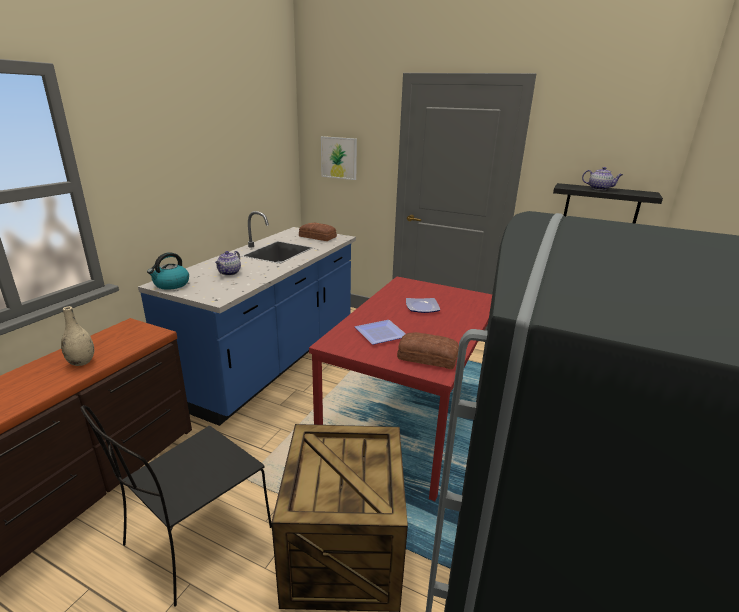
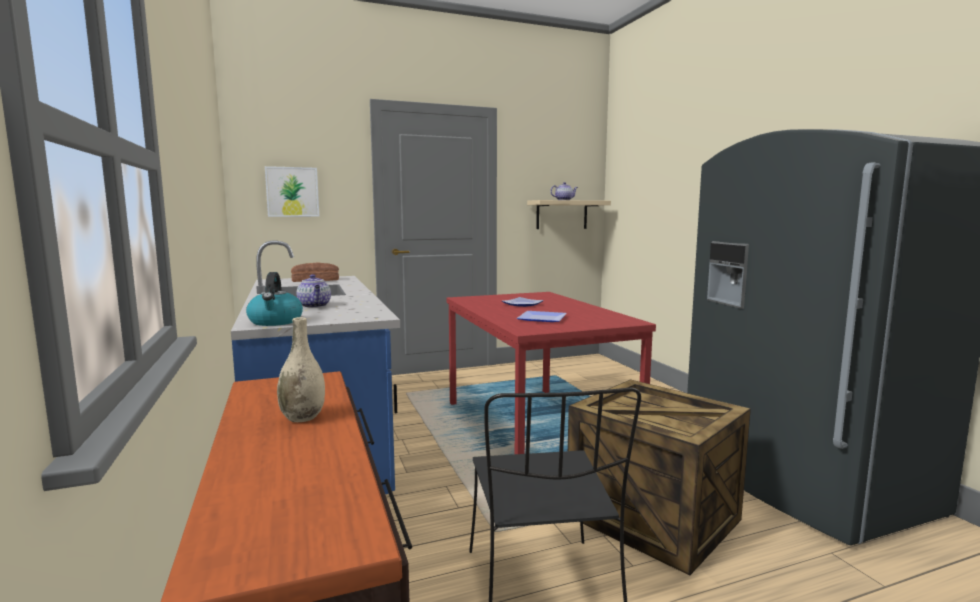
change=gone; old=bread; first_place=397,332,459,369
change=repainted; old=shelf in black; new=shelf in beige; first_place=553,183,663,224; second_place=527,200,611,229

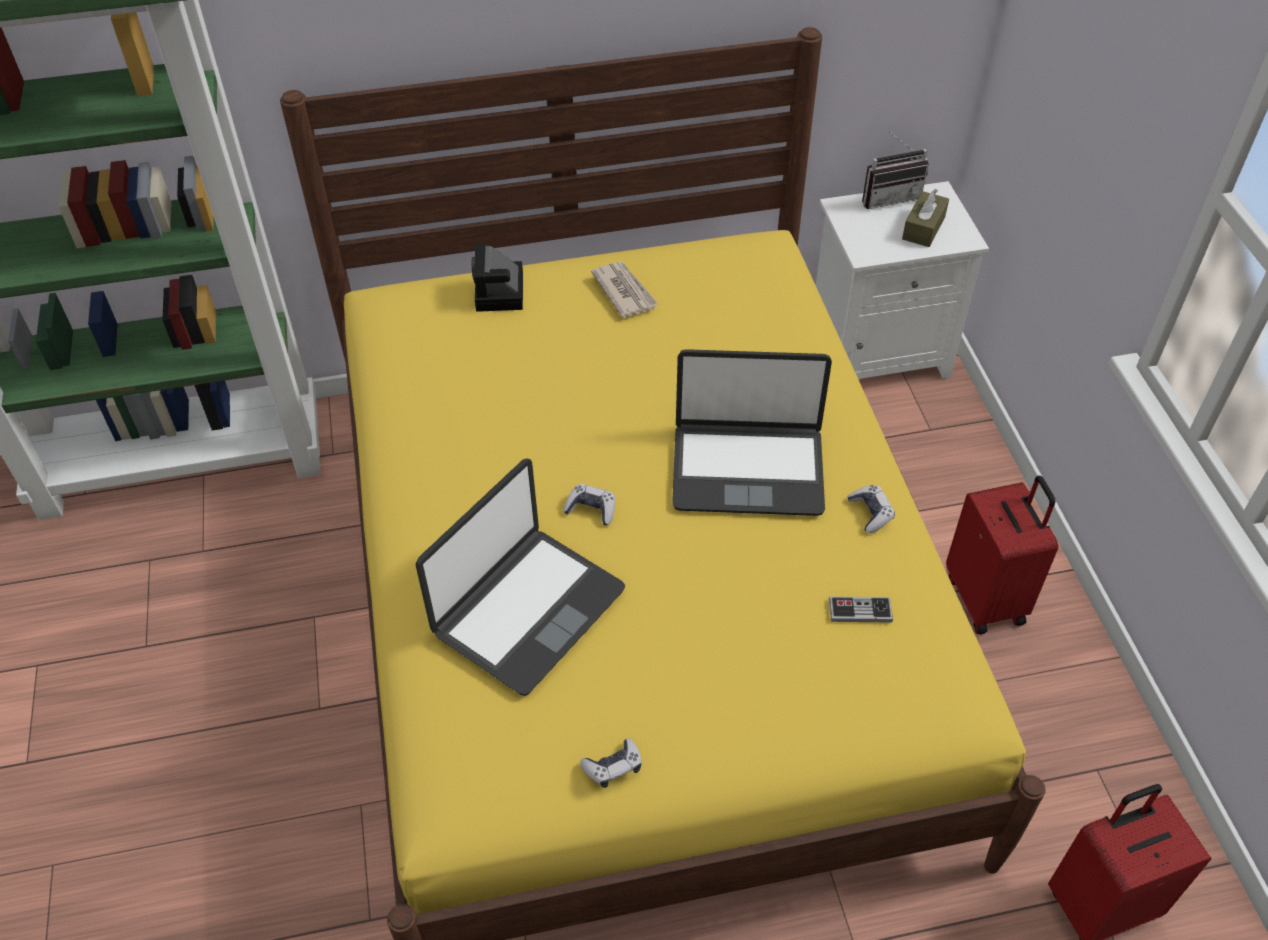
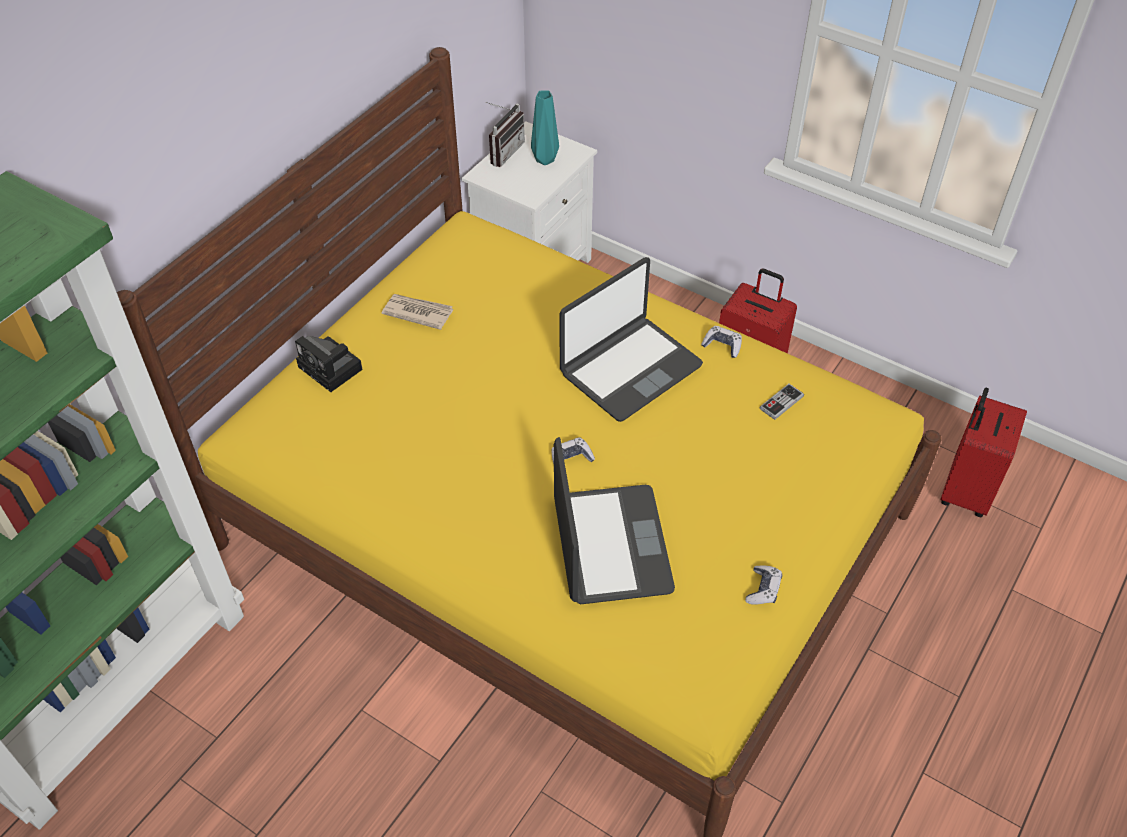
change=swapped; old=tissue box in brown; new=vase in turquoise; first_place=902,189,949,247; second_place=531,90,559,165

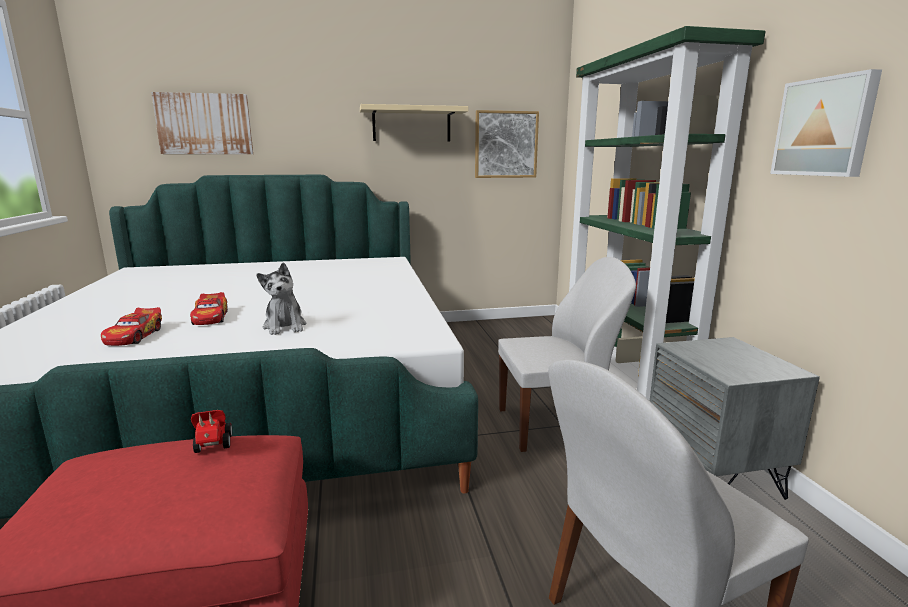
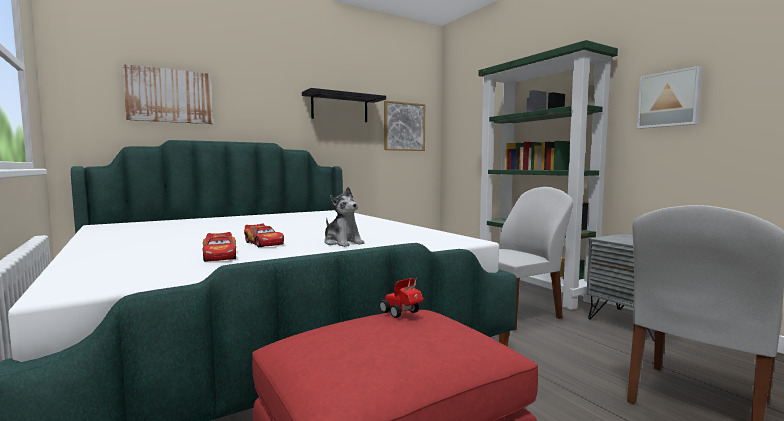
change=repainted; old=shelf in beige; new=shelf in black; first_place=360,104,468,142; second_place=302,88,386,122

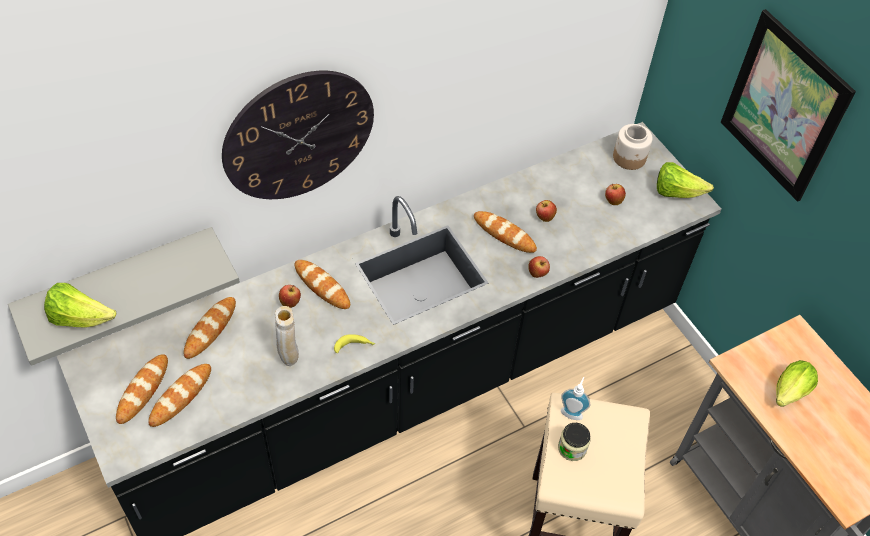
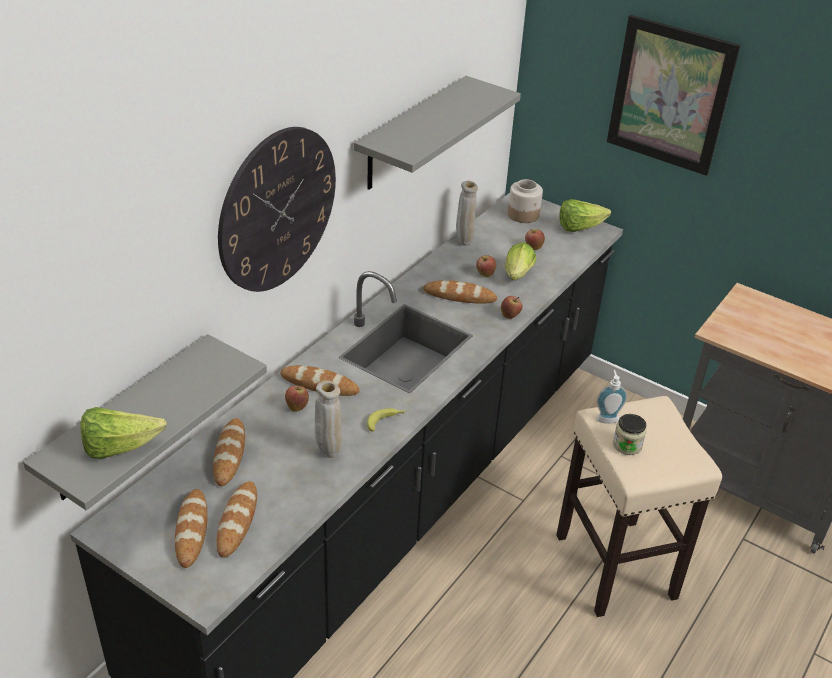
change=shifted; old=lettuce; first_place=776,360,818,407; second_place=505,242,536,280
change=new; new=shelf in grey; second_place=354,76,521,190
change=new; new=vase in beige; second_place=456,181,478,246

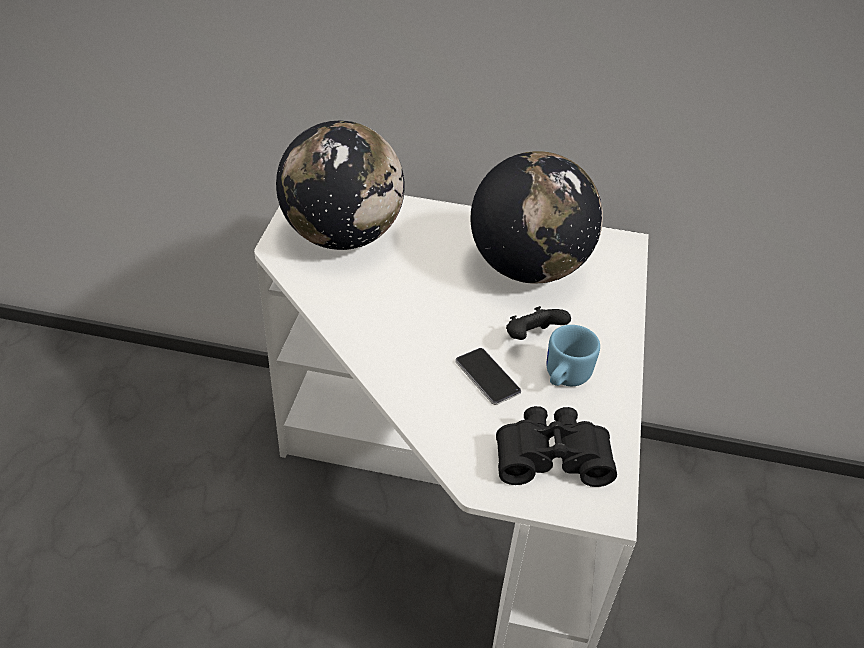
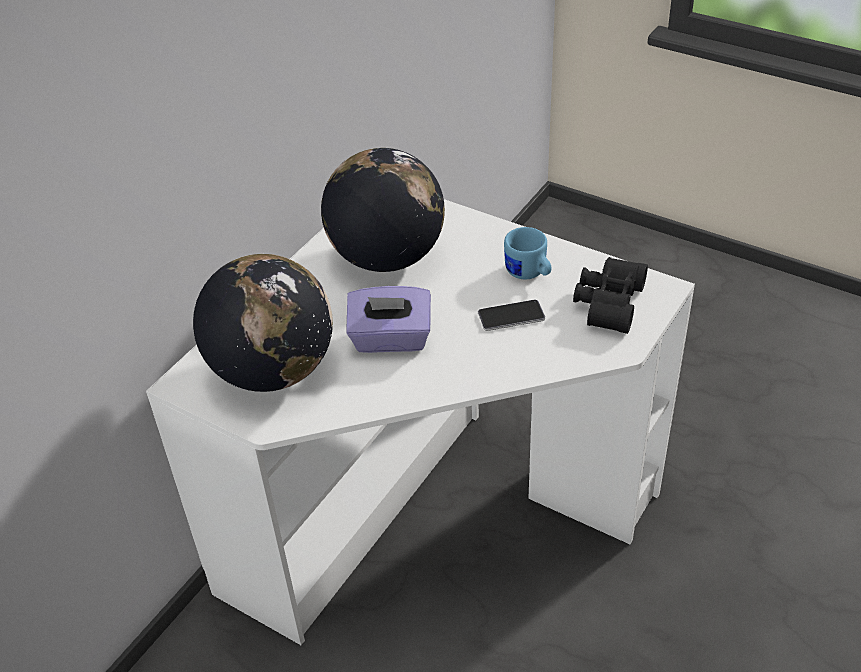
change=gone; old=game controller in black; first_place=506,306,571,340
change=new; new=tissue box in purple; second_place=346,286,431,353

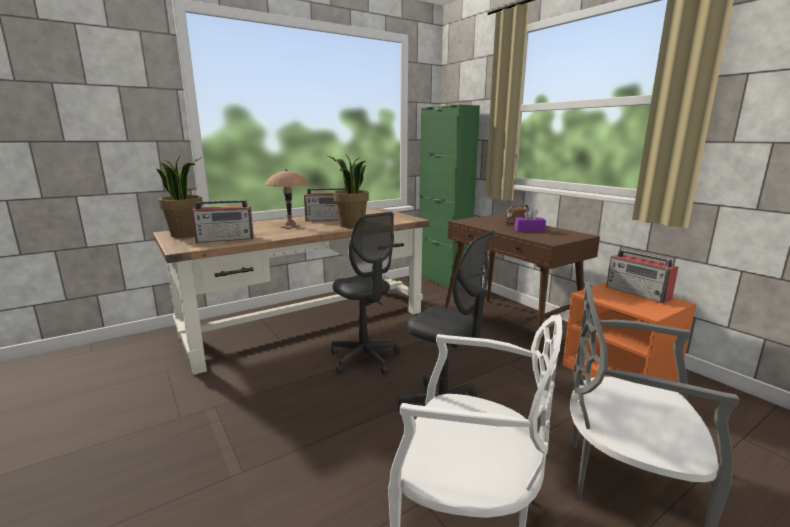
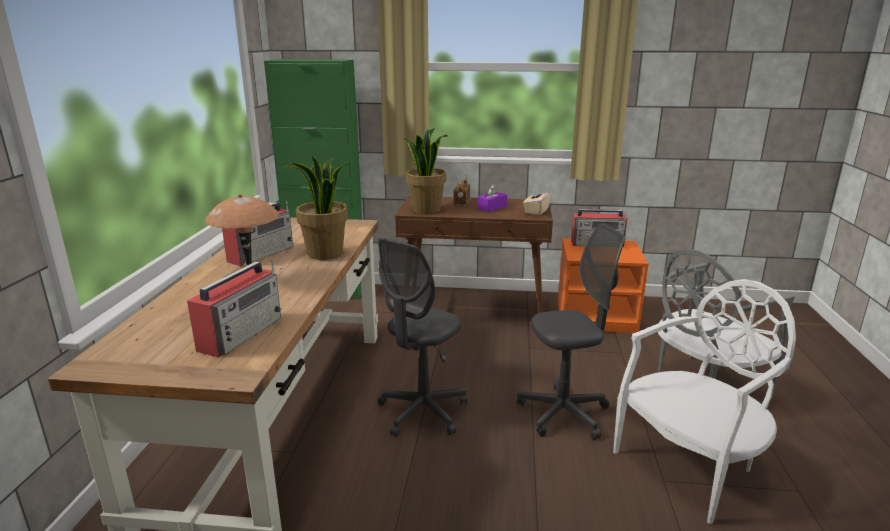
change=shifted; old=potted plant; first_place=156,156,203,238; second_place=402,128,448,214
change=rotated; old=office chair in grey; first_place=331,212,401,375; second_place=378,237,468,437; degrees=120
change=new; new=tissue box in beige; second_place=523,187,551,215

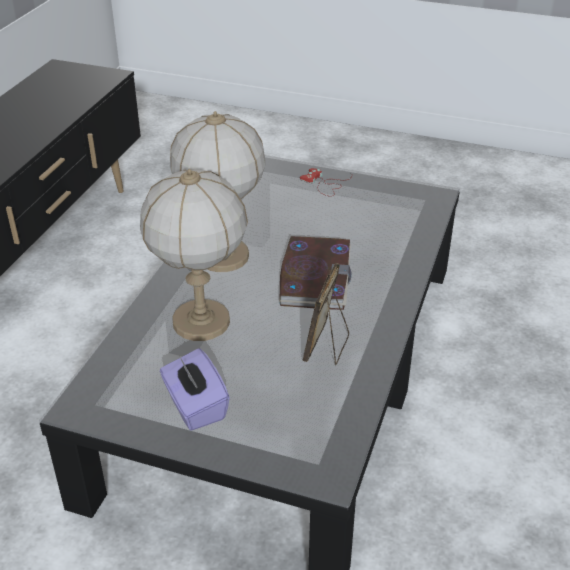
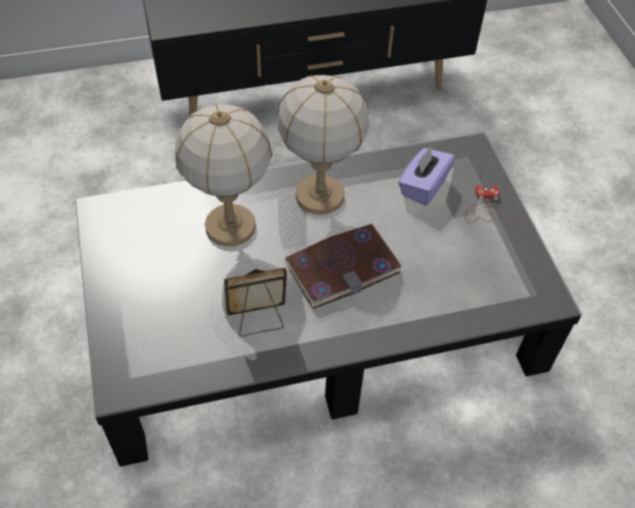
change=shifted; old=tissue box in purple; first_place=160,348,230,431; second_place=398,146,455,206

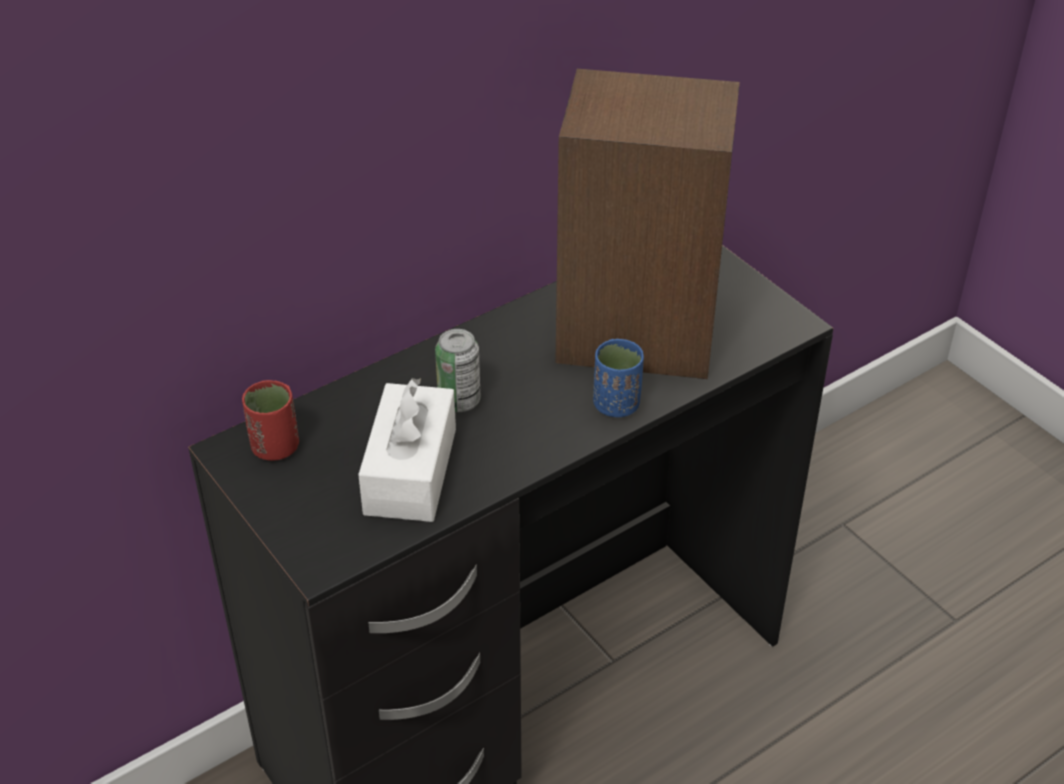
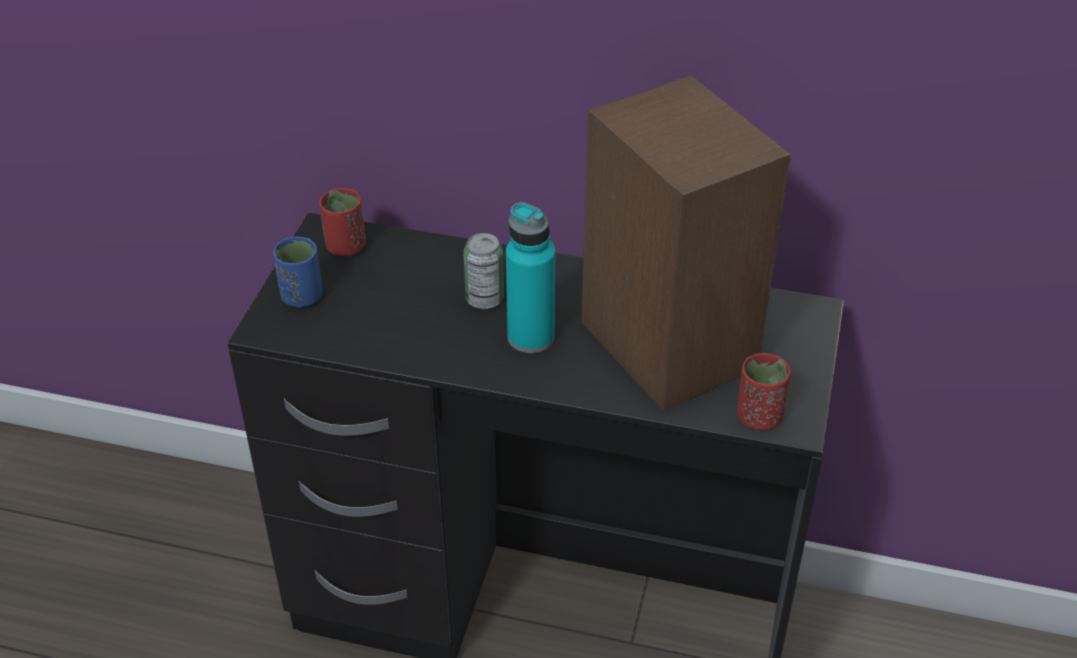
change=gone; old=tissue box in white; first_place=358,378,456,522
change=shifted; old=cup in blue; first_place=593,339,644,417; second_place=273,237,322,307
change=new; new=bottle in turquoise; second_place=506,202,555,353
change=new; new=cup in red; second_place=737,353,791,430

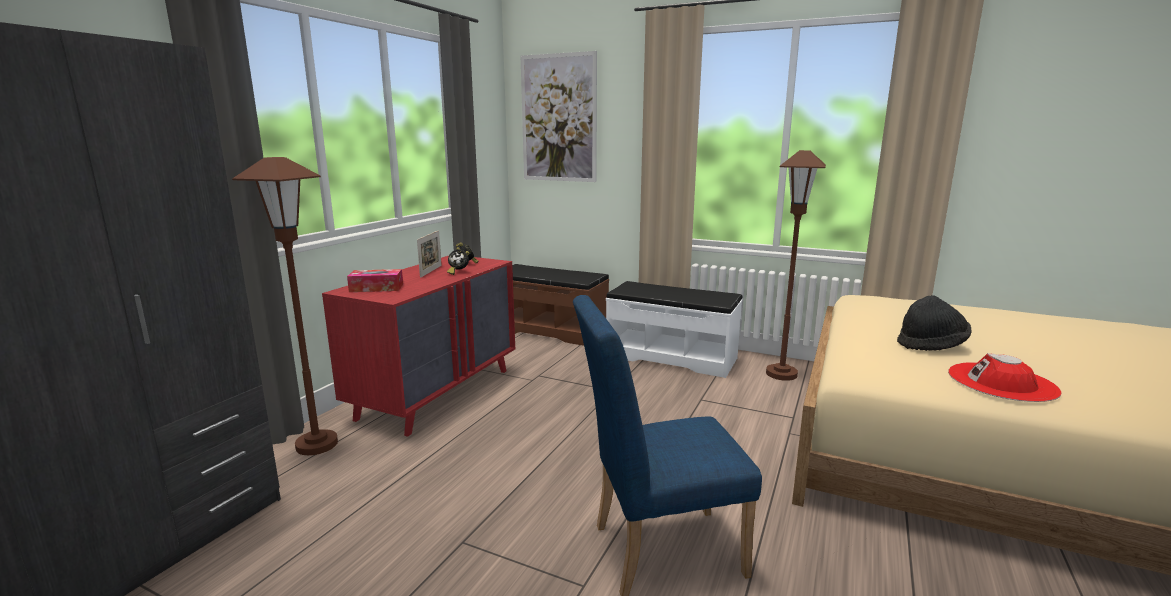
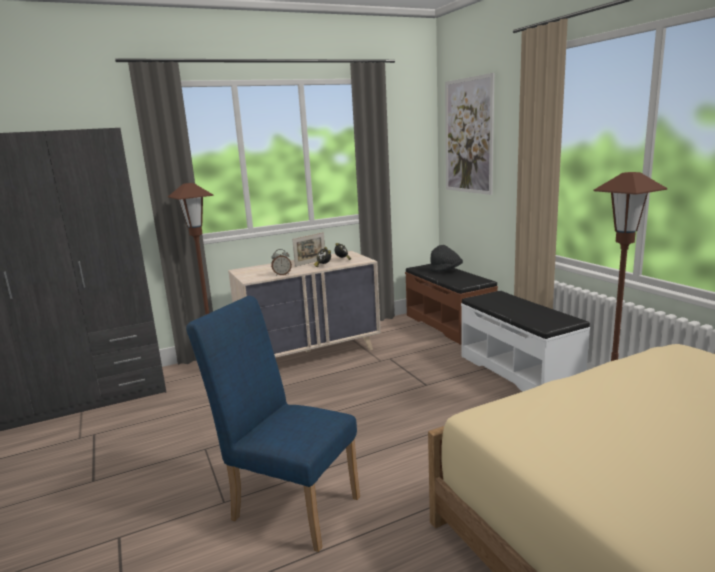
change=repainted; old=dresser in red; new=dresser in beige; first_place=322,256,515,437; second_place=228,251,381,358
change=gone; old=tissue box; first_place=347,269,403,292
change=shifted; old=hat in black; first_place=897,295,971,351; second_place=429,245,463,272
change=gone; old=hat in red; first_place=948,353,1061,402
change=new; new=alarm clock; second_place=271,249,292,276

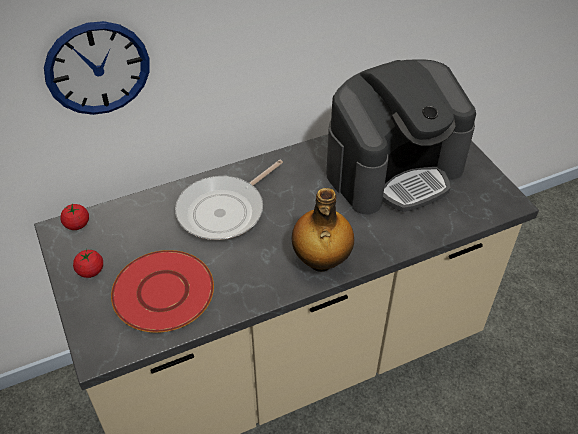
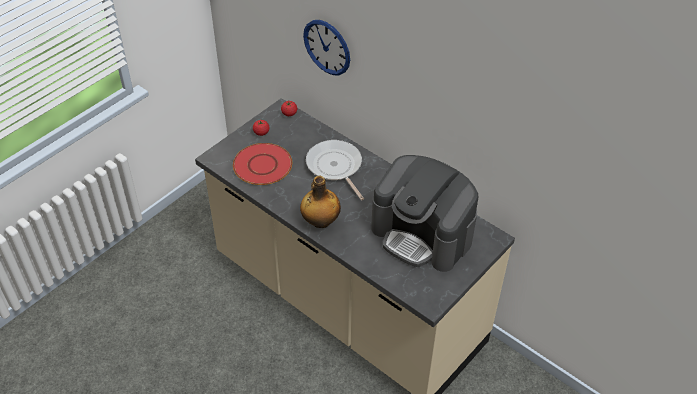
change=rotated; old=frying pan; first_place=175,160,283,240; second_place=306,140,364,200; degrees=45

